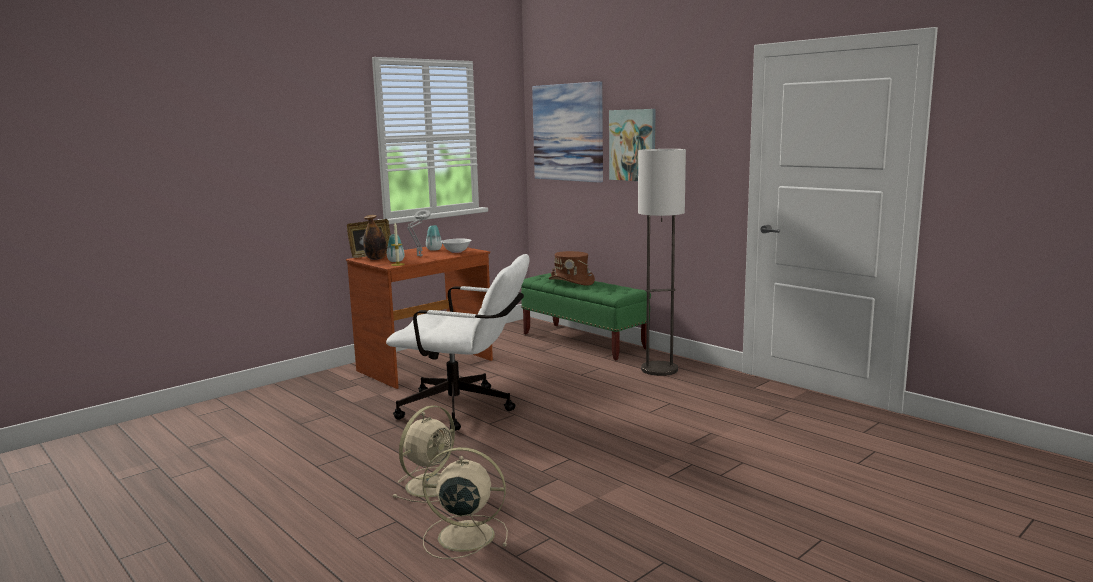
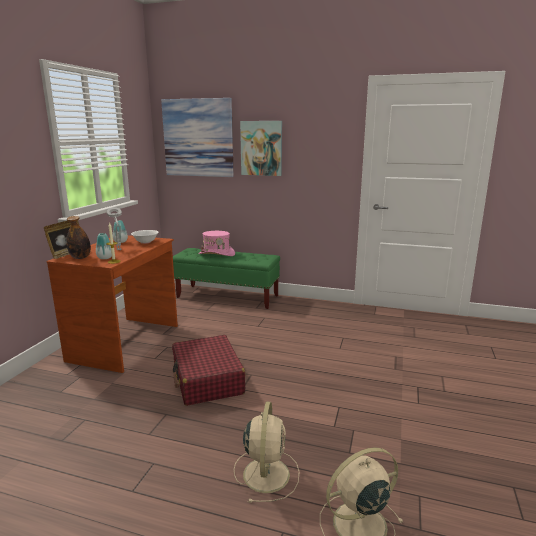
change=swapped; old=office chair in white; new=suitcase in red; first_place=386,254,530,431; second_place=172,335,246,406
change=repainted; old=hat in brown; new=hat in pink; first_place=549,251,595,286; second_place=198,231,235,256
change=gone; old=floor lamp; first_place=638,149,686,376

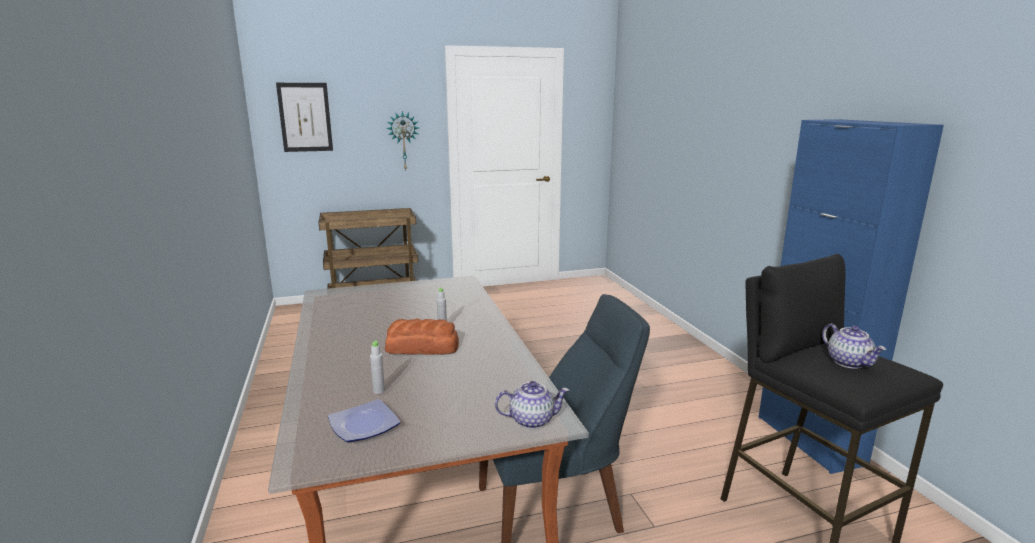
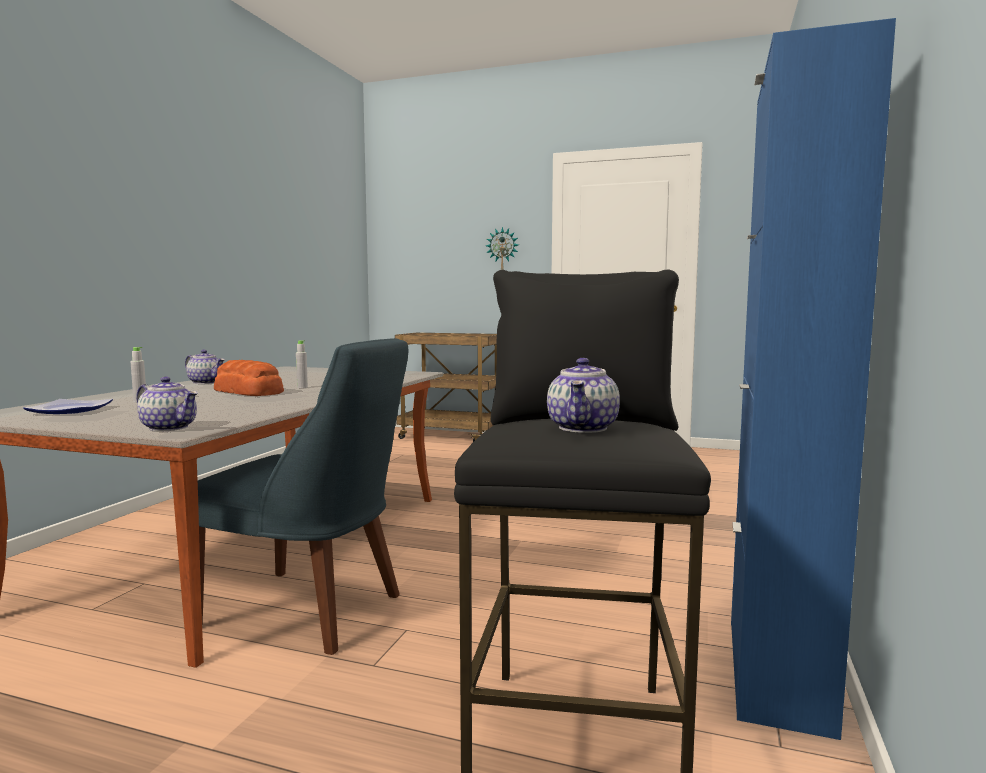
change=gone; old=picture; first_place=276,83,333,152
change=new; new=teapot; second_place=185,350,225,384

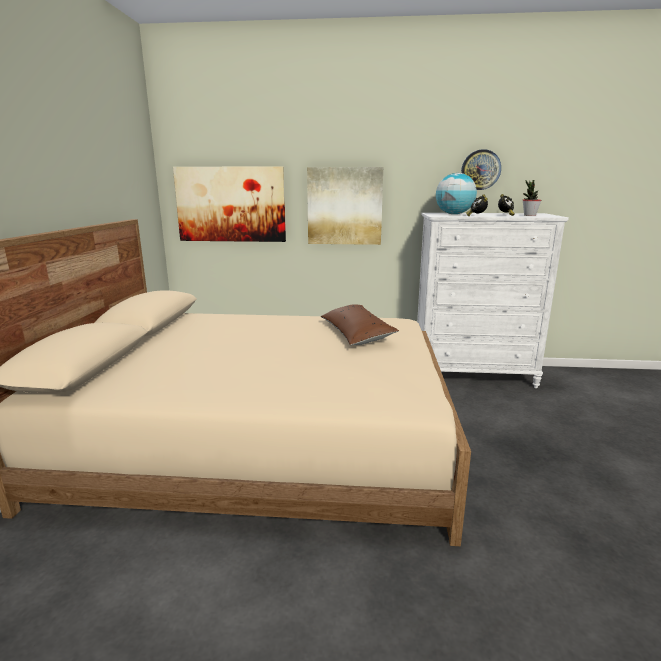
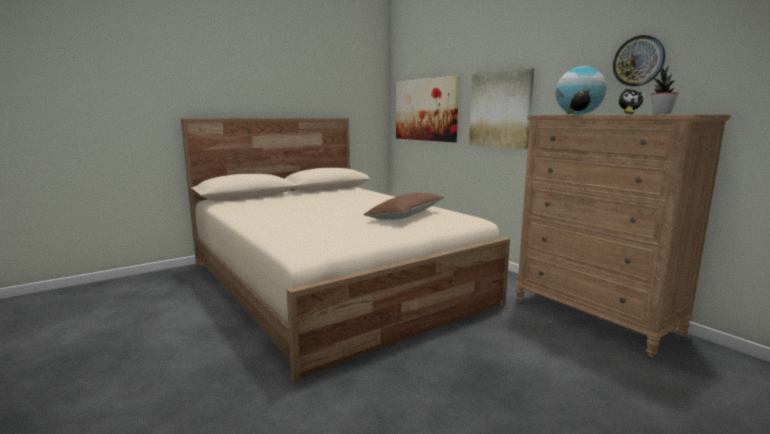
change=repainted; old=dresser in white; new=dresser in brown; first_place=417,213,569,388; second_place=516,114,731,357

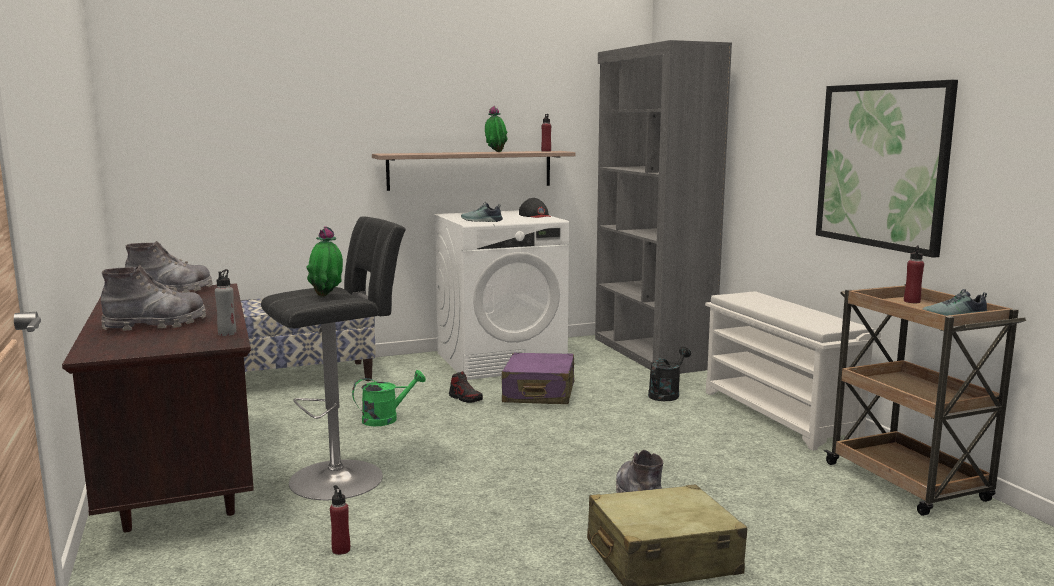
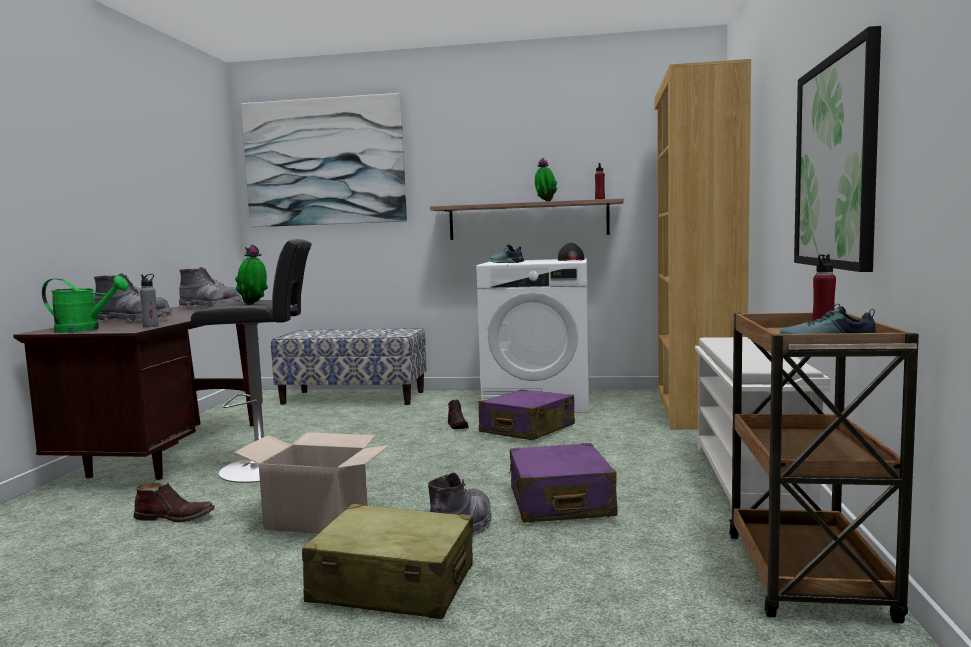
change=swapped; old=bottle in red; new=boot in brown; first_place=330,485,350,555; second_place=134,482,215,522
change=shifted; old=watering can in green; first_place=352,370,426,426; second_place=42,276,129,333
change=repainted; old=bookcase in grey; new=bookcase in brown; first_place=595,40,732,374; second_place=654,59,751,430
change=gone; old=watering can in black; first_place=648,347,691,401
change=new; new=cardboard box; second_place=234,432,390,534
change=new; new=picture; second_place=241,93,407,227
change=new; new=suitcase in purple; second_place=508,443,618,523

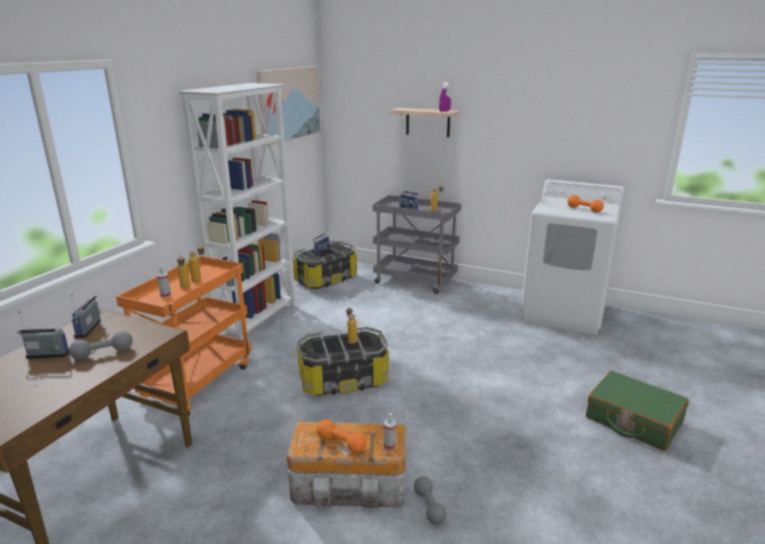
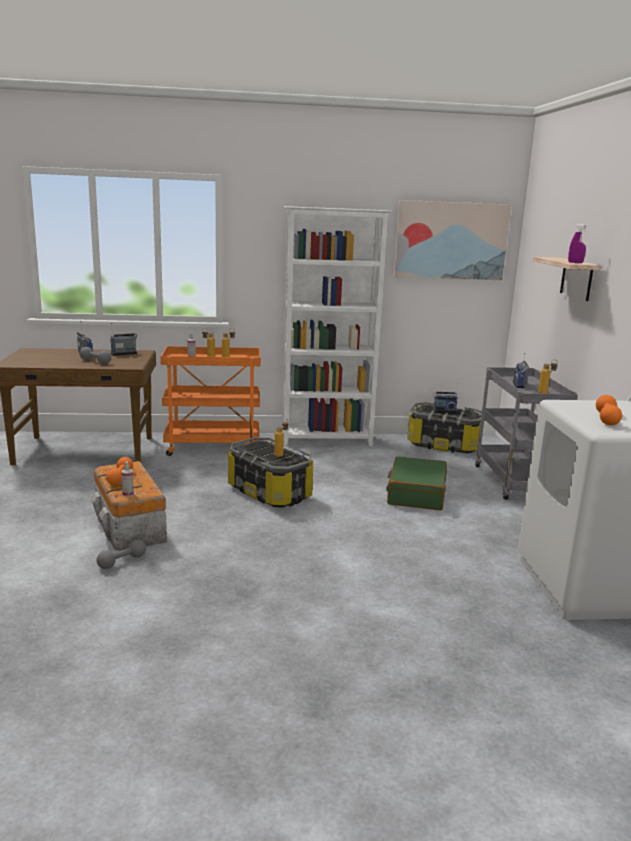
change=shifted; old=suitcase in green; first_place=586,371,689,451; second_place=386,456,447,510

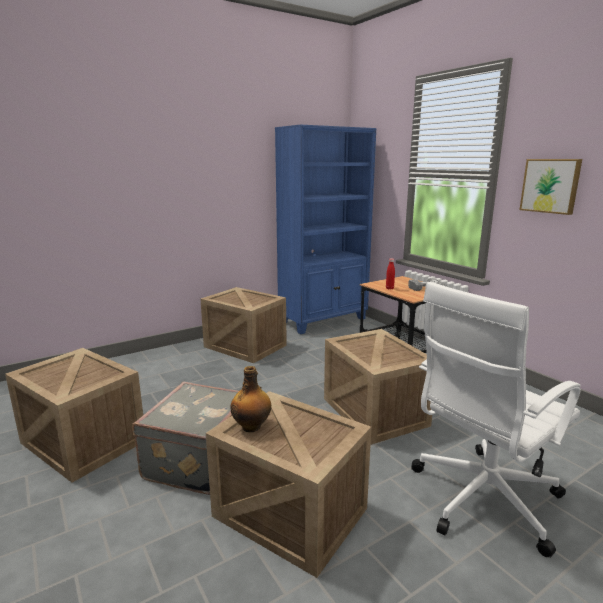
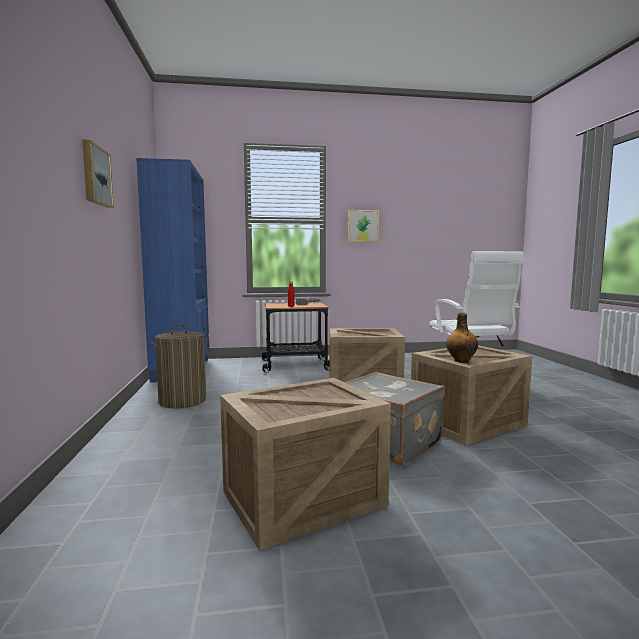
change=swapped; old=crate; new=laundry basket; first_place=200,287,287,363; second_place=149,324,209,409
change=new; new=picture; second_place=82,139,114,208

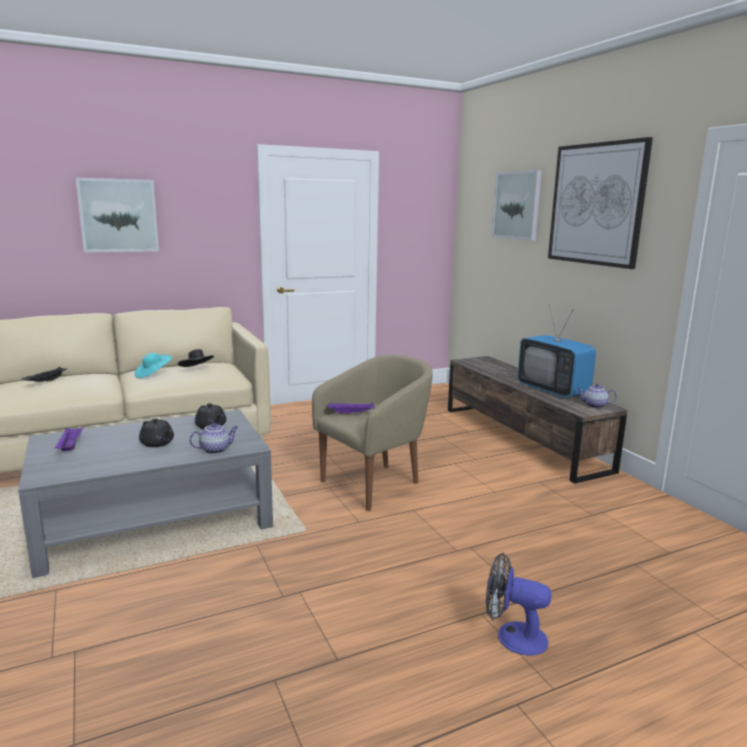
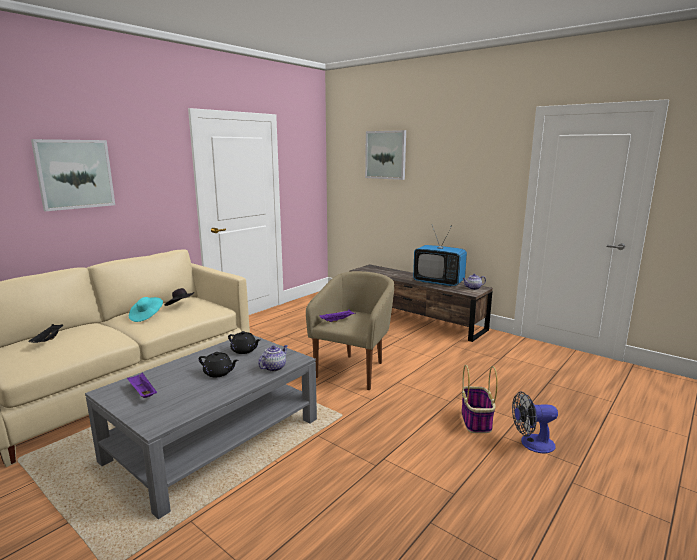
change=gone; old=picture; first_place=548,137,653,269
change=new; new=basket; second_place=461,365,498,433

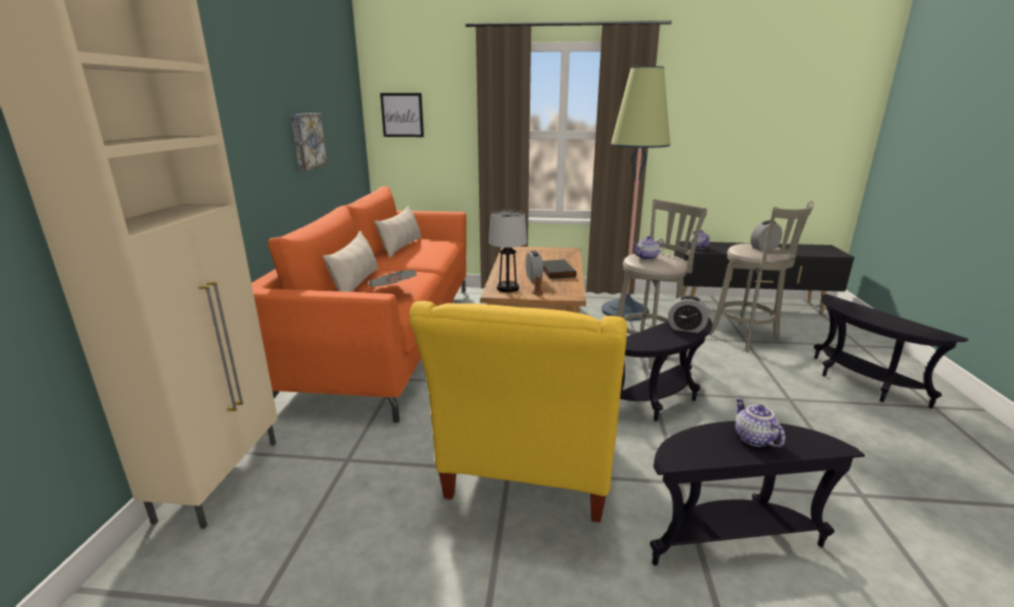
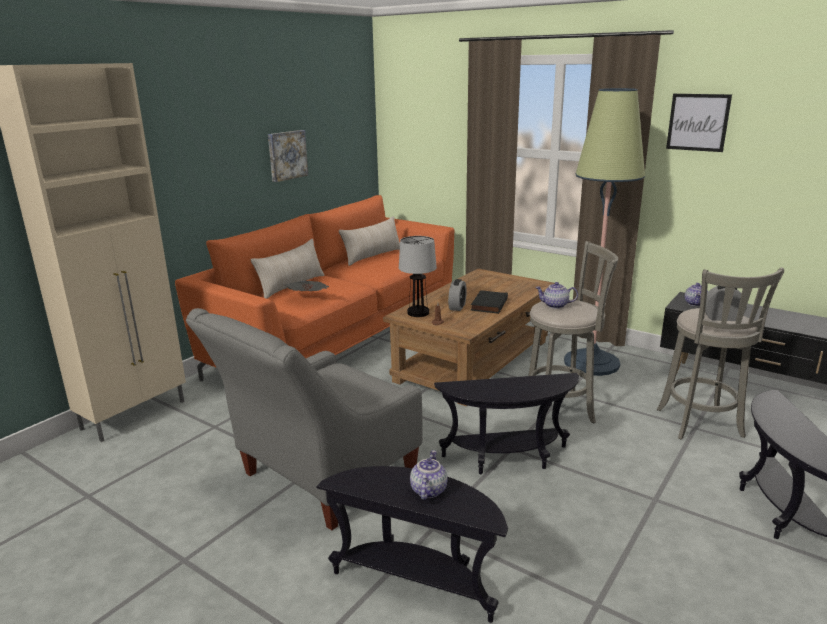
change=shifted; old=picture; first_place=380,93,424,137; second_place=666,94,732,152
change=repainted; old=armchair in yellow; new=armchair in grey; first_place=409,301,627,522; second_place=186,308,423,530
change=gone; old=alarm clock; first_place=668,295,708,333

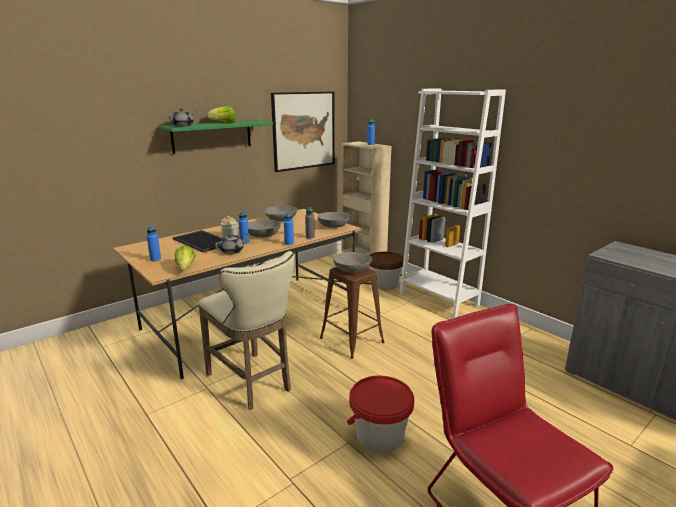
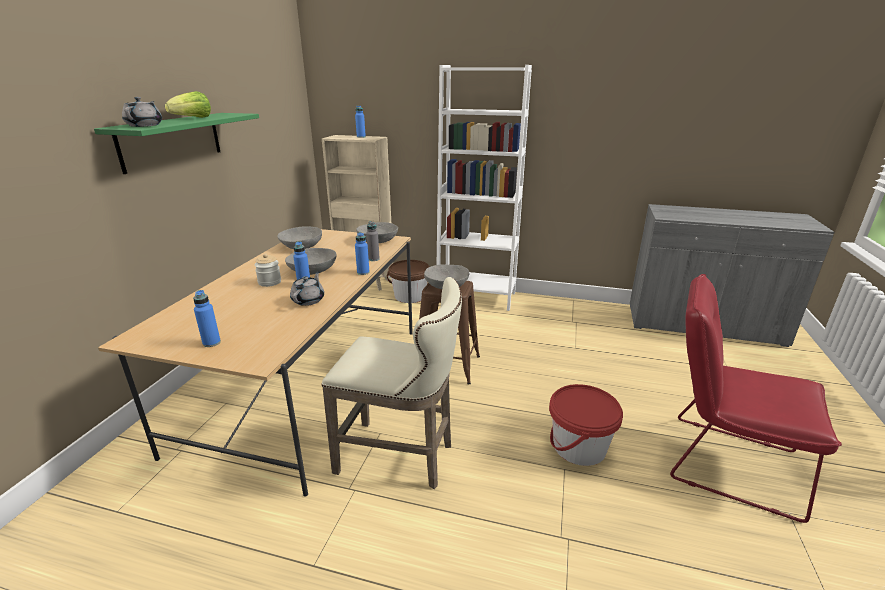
change=gone; old=tray; first_place=173,230,222,252
change=gone; old=lettuce; first_place=175,246,196,270
change=gone; old=picture; first_place=271,92,335,172

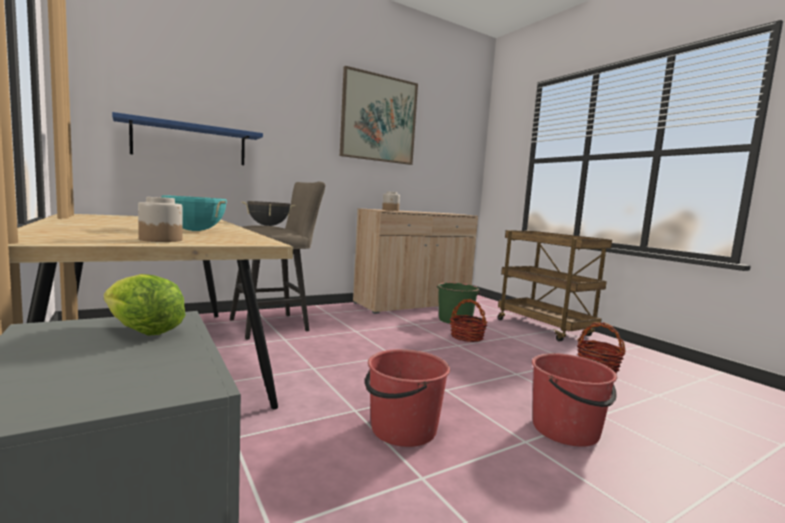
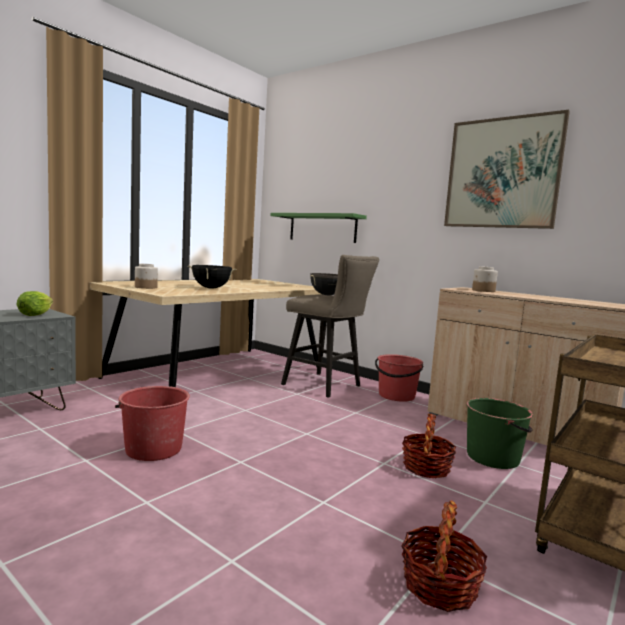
change=repainted; old=shelf in blue; new=shelf in green; first_place=112,112,263,165; second_place=270,213,367,243
change=repainted; old=cooking pot in turquoise; new=cooking pot in black; first_place=161,195,227,231; second_place=188,265,236,289
change=shifted; old=bucket in red; first_place=532,353,617,447; second_place=375,354,423,402

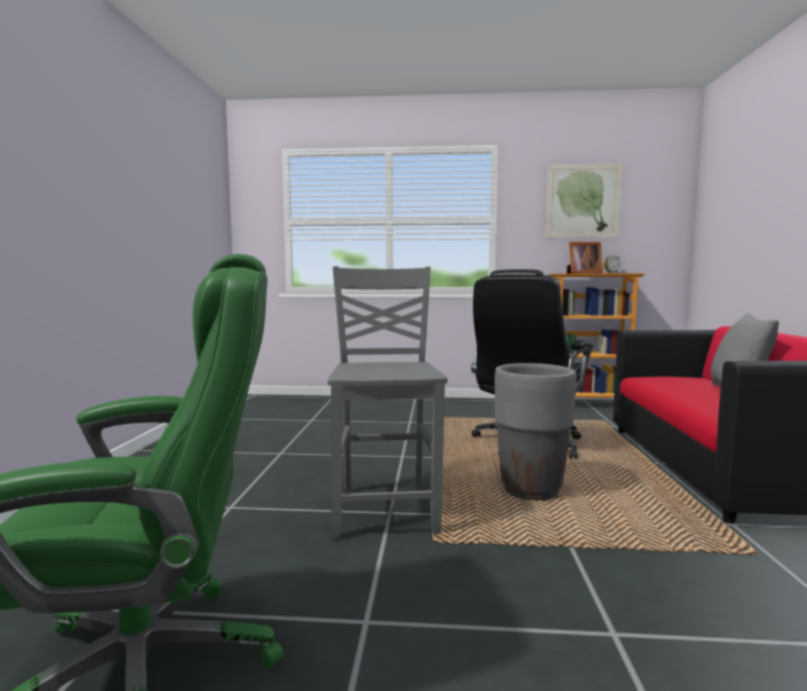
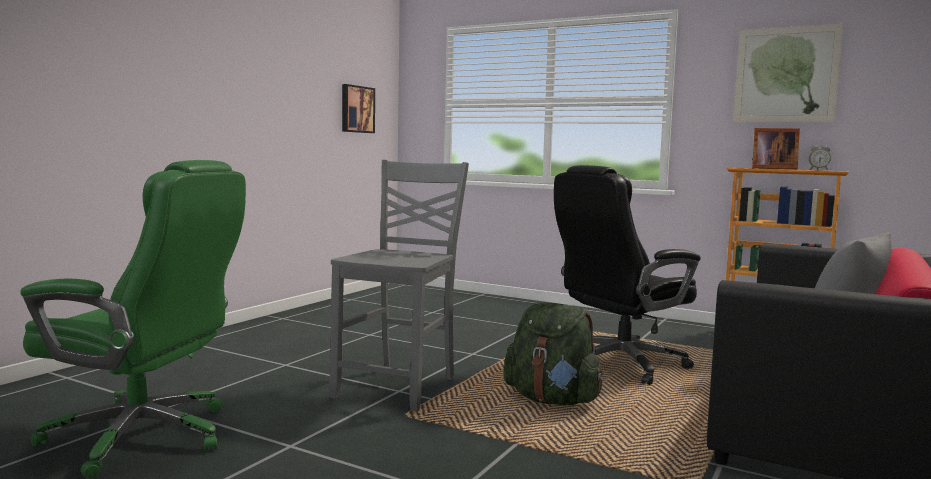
change=swapped; old=planter in grey; new=backpack in green; first_place=495,363,576,500; second_place=503,302,603,405
change=new; new=picture; second_place=342,84,375,133

